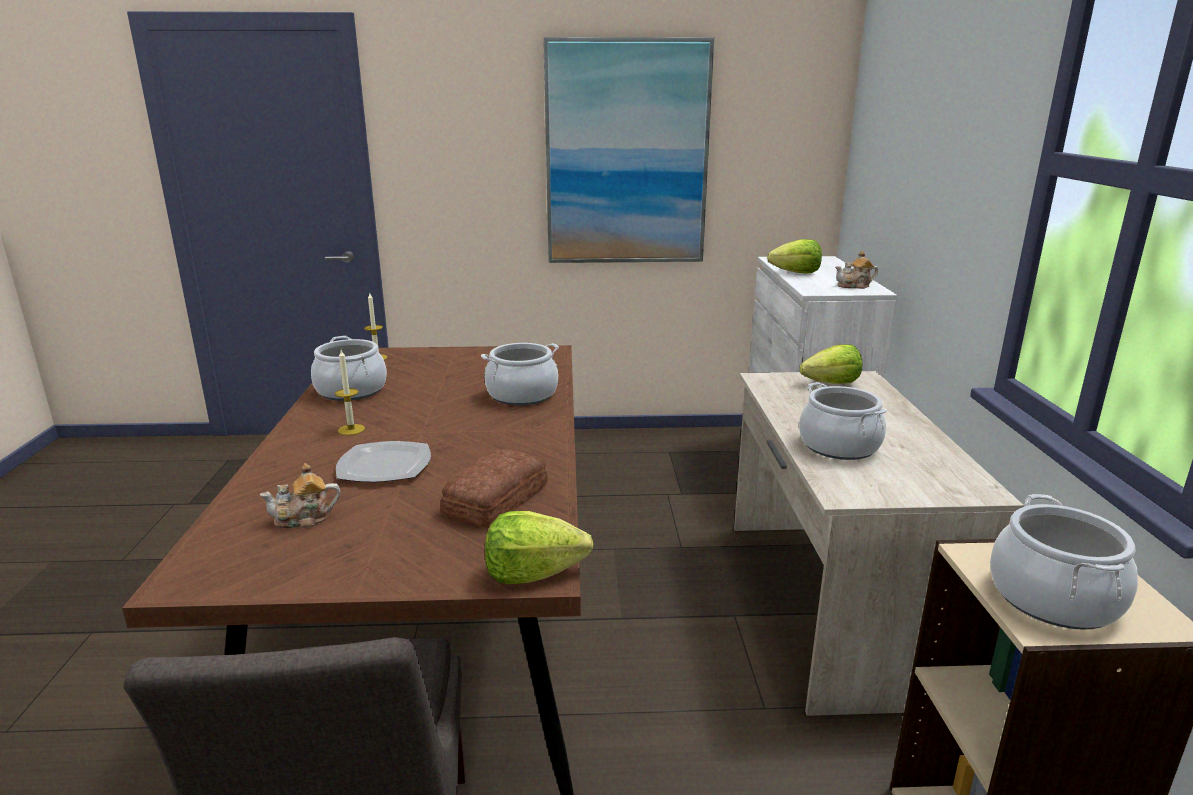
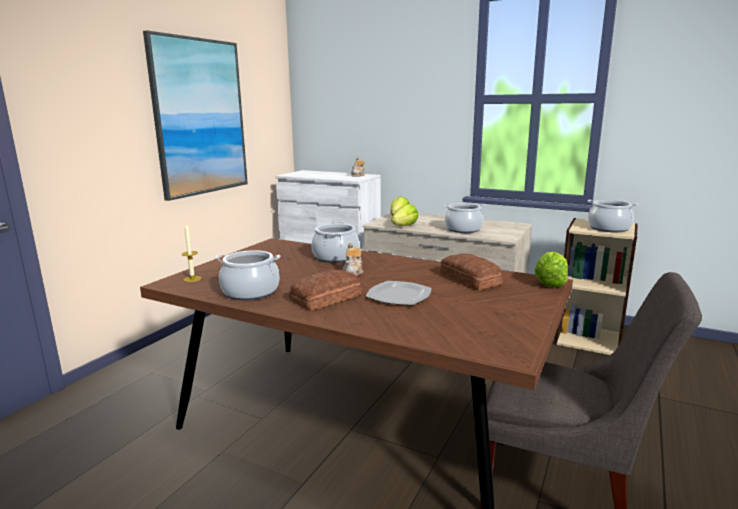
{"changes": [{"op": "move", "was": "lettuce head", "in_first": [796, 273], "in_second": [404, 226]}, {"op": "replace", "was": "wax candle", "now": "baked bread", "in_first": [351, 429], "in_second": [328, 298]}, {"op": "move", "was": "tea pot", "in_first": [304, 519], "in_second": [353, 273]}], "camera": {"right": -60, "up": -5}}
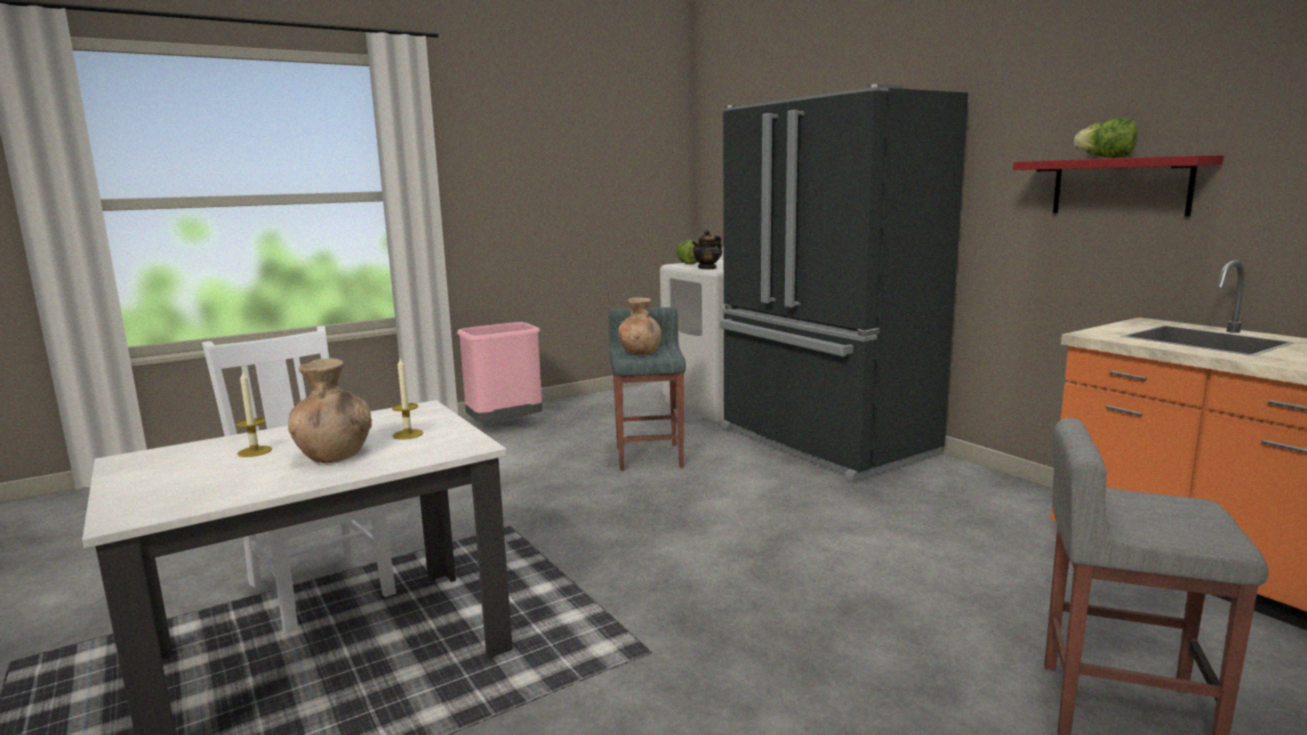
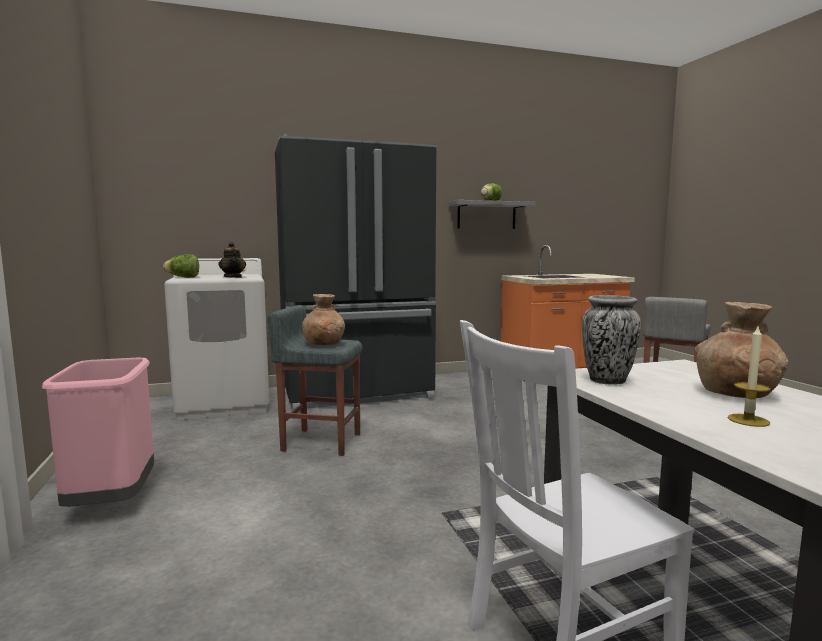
{"changes": [{"op": "recolor", "was": "red-coloured shelf", "now": "gray shelf", "in_first": [1120, 186], "in_second": [486, 215]}, {"op": "delete", "was": "wax candle", "in_first": [408, 434]}, {"op": "insert", "now": "decorative vase", "in_second": [607, 380]}], "camera": {"right": -75, "up": -5}}
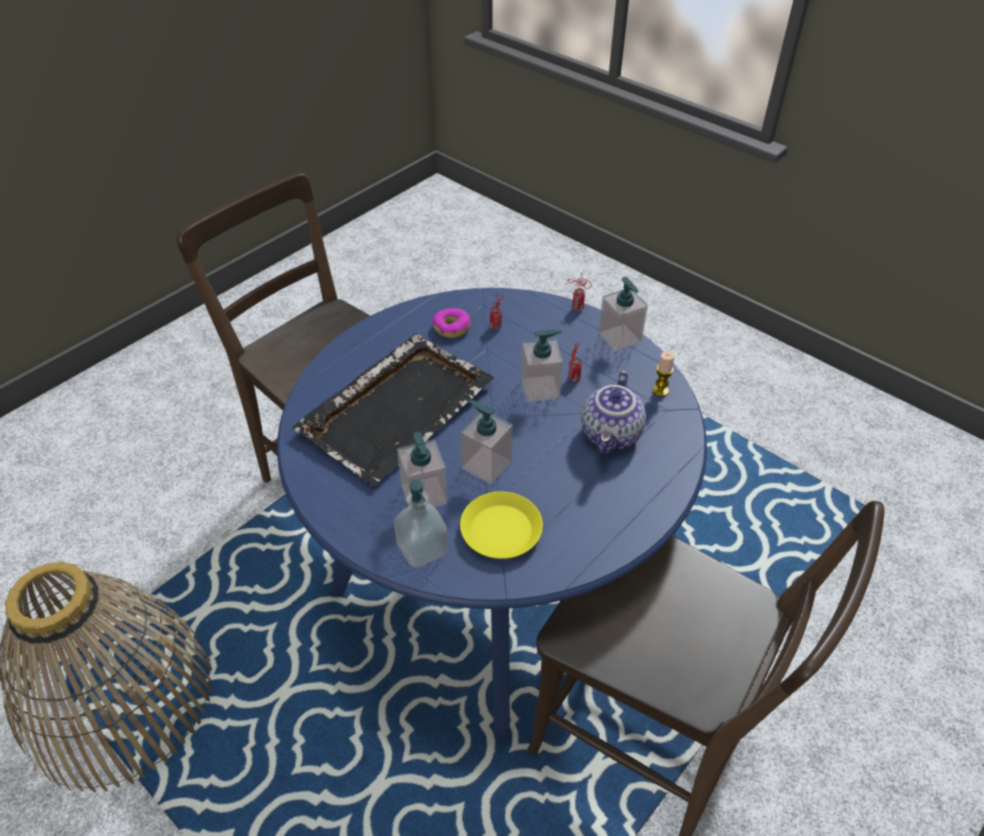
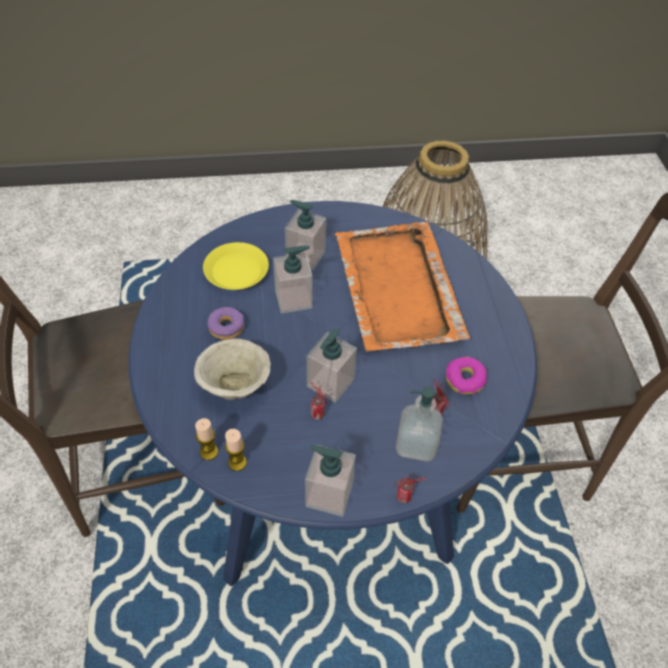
{"changes": [{"op": "recolor", "was": "blackish serving tray", "now": "orange serving tray", "in_first": [398, 409], "in_second": [397, 289]}, {"op": "replace", "was": "tea pot", "now": "beige-coloured bowl", "in_first": [612, 435], "in_second": [235, 387]}, {"op": "move", "was": "soap dispenser", "in_first": [422, 549], "in_second": [416, 444]}, {"op": "insert", "now": "ring doughnut", "in_second": [227, 327]}, {"op": "insert", "now": "wax candle", "in_second": [209, 452]}], "camera": {"right": 130, "up": 5}}
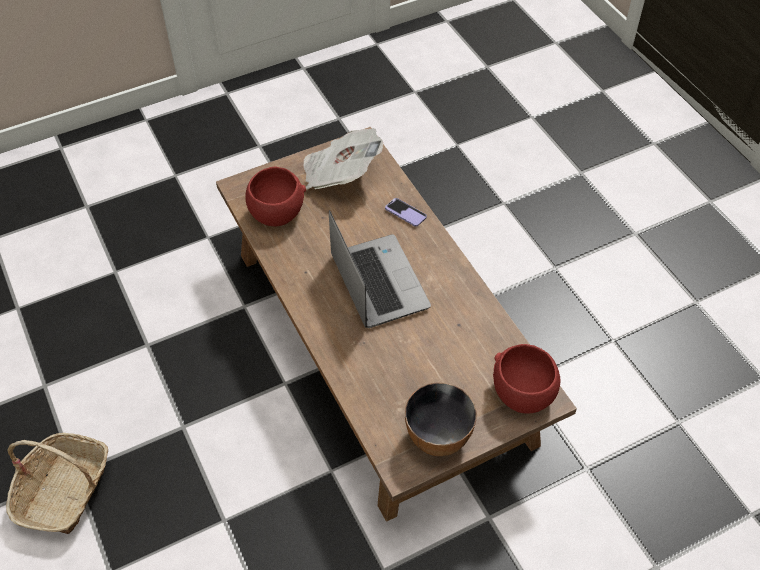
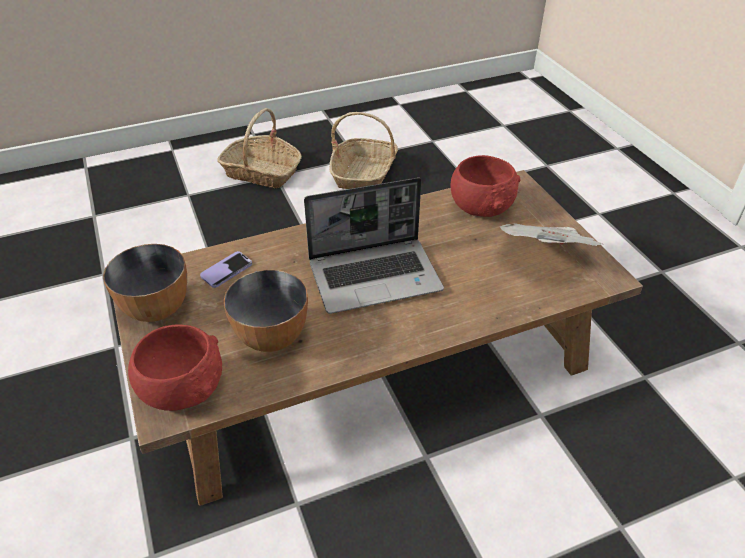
{"changes": [{"op": "move", "was": "handset", "in_first": [405, 213], "in_second": [226, 270]}, {"op": "insert", "now": "basket", "in_second": [364, 174]}, {"op": "insert", "now": "bowl", "in_second": [272, 336]}], "camera": {"right": 95, "up": -10}}
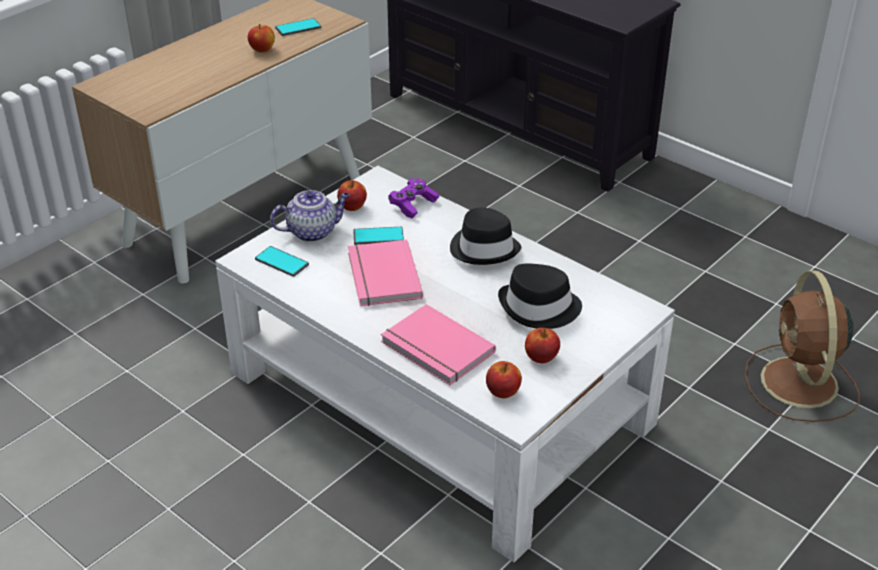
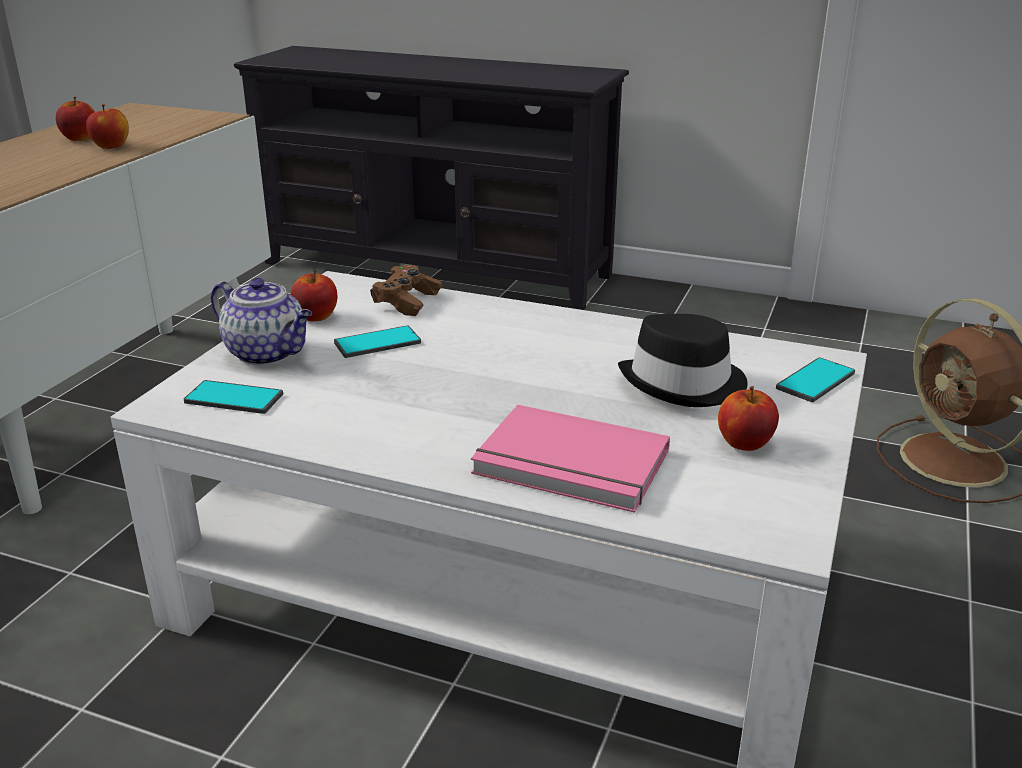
{"changes": [{"op": "move", "was": "handset", "in_first": [298, 28], "in_second": [815, 381]}, {"op": "recolor", "was": "purple joypad", "now": "brown joypad", "in_first": [413, 205], "in_second": [407, 302]}, {"op": "rotate", "was": "tea pot", "in_first": [313, 231], "in_second": [268, 353], "clockwise": 75}, {"op": "delete", "was": "blackish hat", "in_first": [484, 248]}, {"op": "delete", "was": "pink bound book", "in_first": [381, 276]}, {"op": "move", "was": "apple fruit", "in_first": [503, 392], "in_second": [80, 139]}], "camera": {"right": -20, "up": -10}}
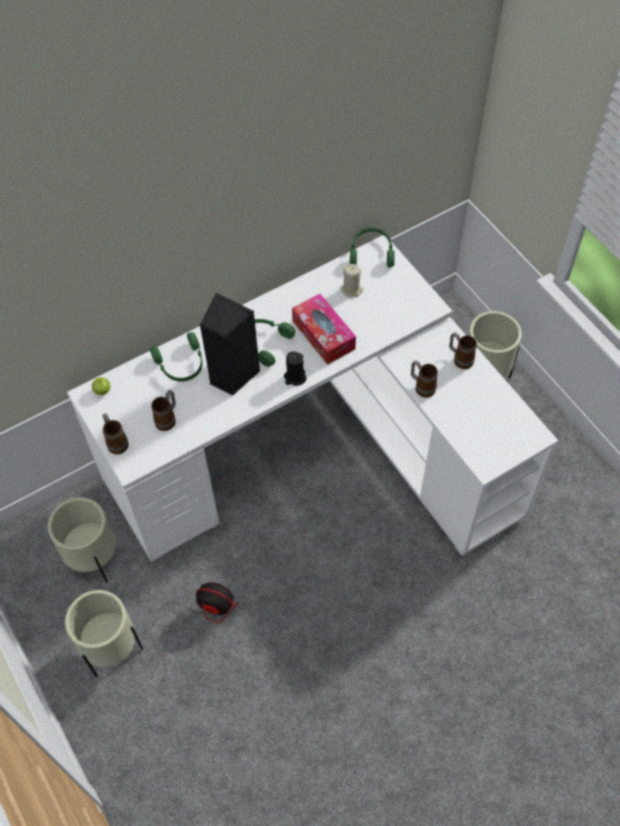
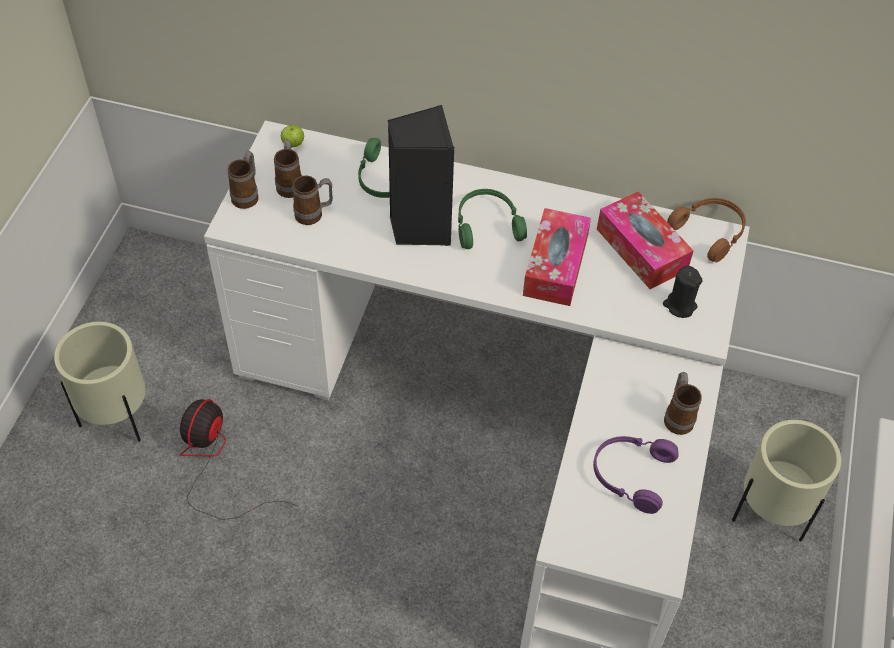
{"changes": [{"op": "recolor", "was": "green-coloured headset", "now": "brown headset", "in_first": [371, 252], "in_second": [710, 232]}, {"op": "replace", "was": "beige-coloured wax candle", "now": "box of tissues", "in_first": [352, 290], "in_second": [641, 249]}, {"op": "move", "was": "blackish wax candle", "in_first": [295, 377], "in_second": [679, 305]}, {"op": "move", "was": "coffee mug", "in_first": [422, 387], "in_second": [290, 184]}, {"op": "delete", "was": "beige-coloured plant pot", "in_first": [95, 560]}, {"op": "rotate", "was": "fan", "in_first": [198, 617], "in_second": [215, 463], "clockwise": -135}, {"op": "insert", "now": "purple headset", "in_second": [630, 474]}], "camera": {"right": 45, "up": -5}}
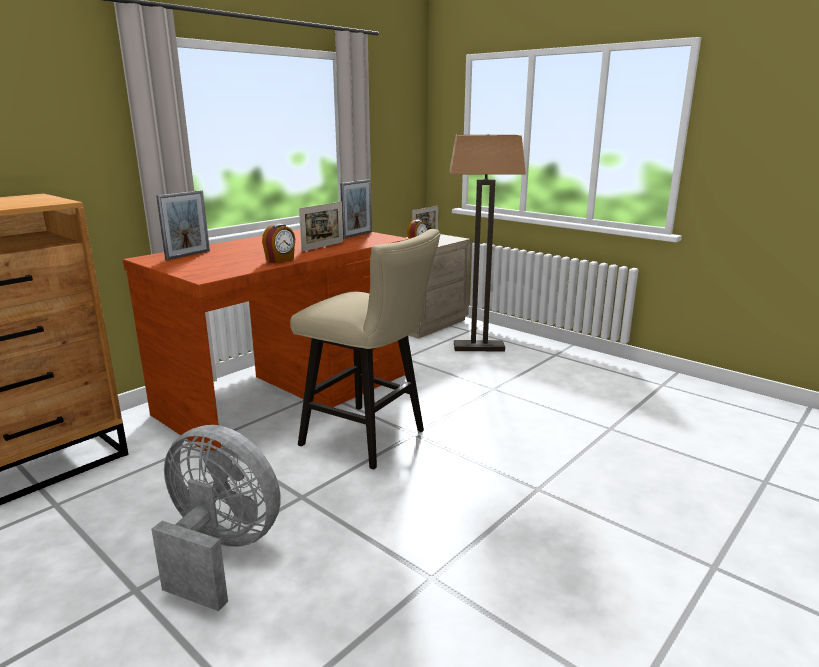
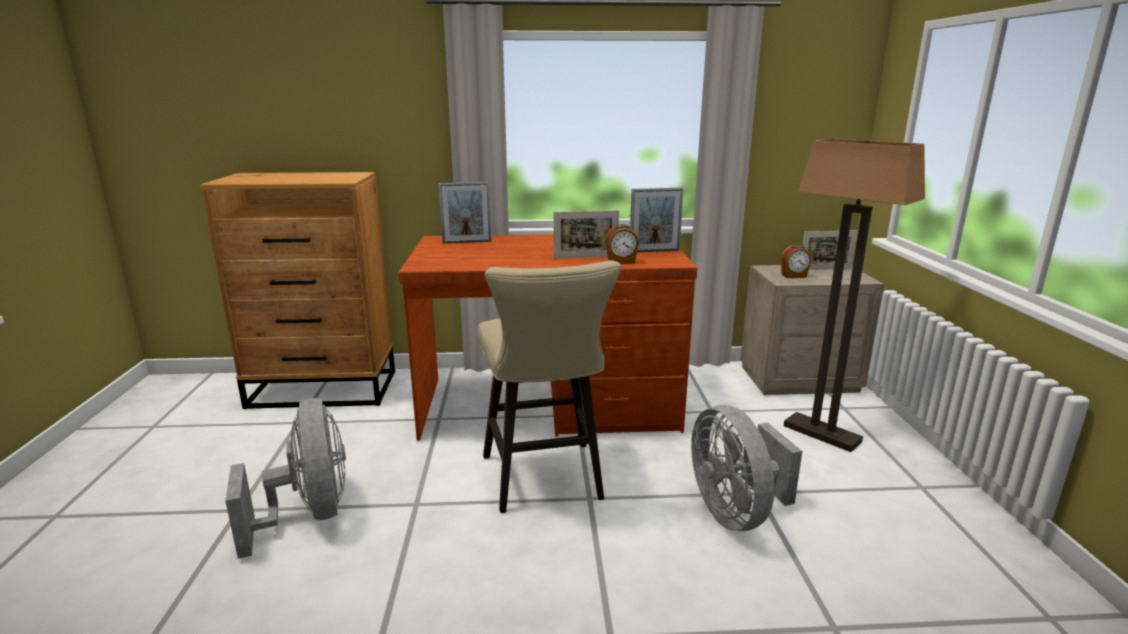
{"changes": [{"op": "move", "was": "bedside clock", "in_first": [280, 260], "in_second": [621, 262]}, {"op": "insert", "now": "gray fan", "in_second": [735, 512]}], "camera": {"right": 45, "up": 0}}
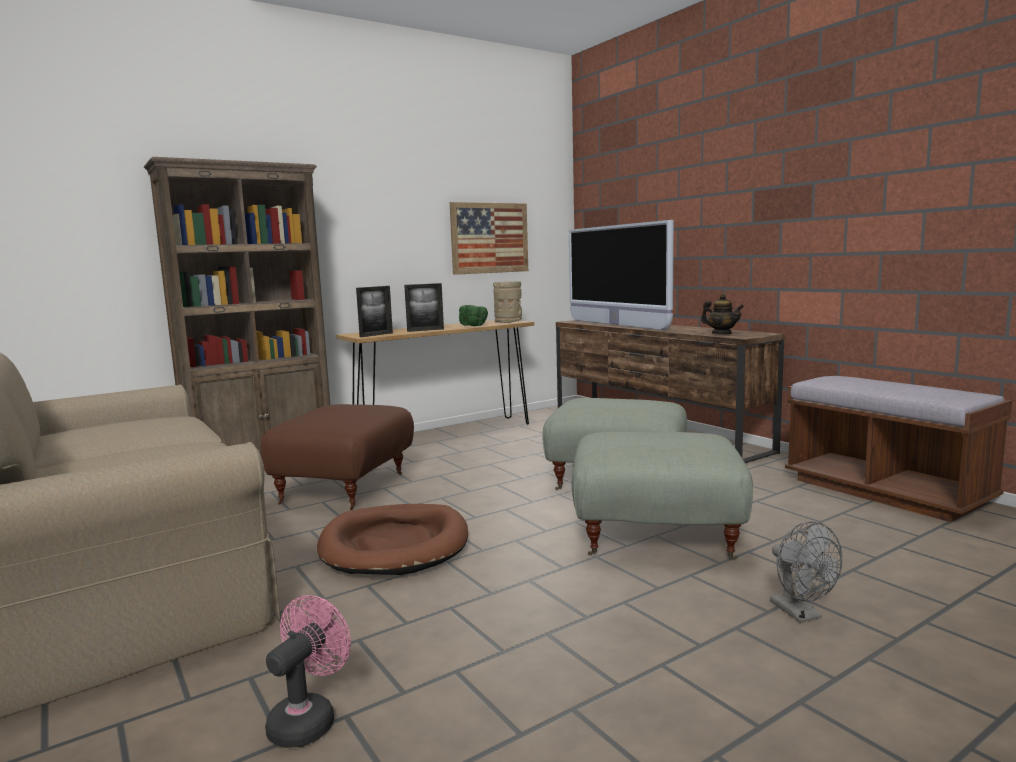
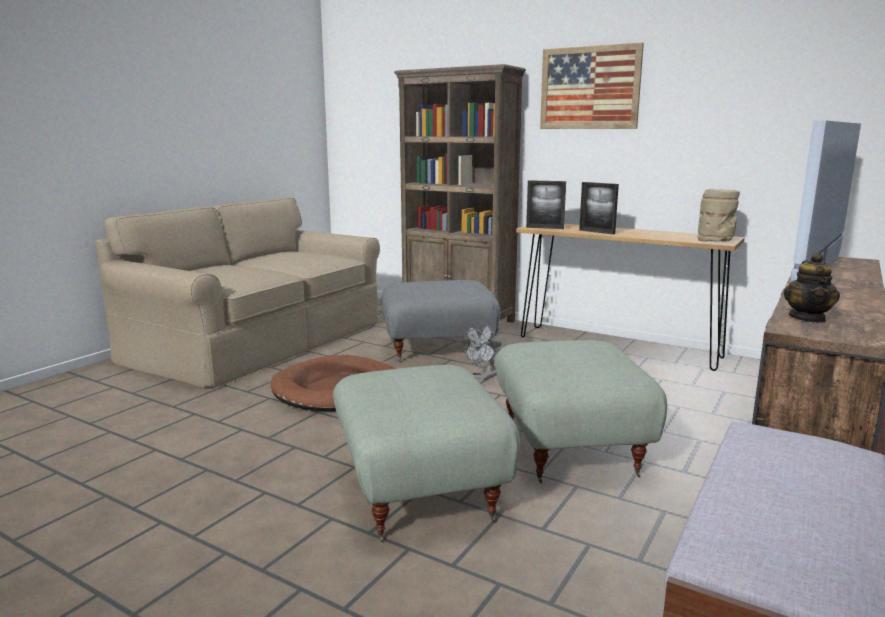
{"changes": [{"op": "move", "was": "picture", "in_first": [489, 238], "in_second": [589, 88]}, {"op": "delete", "was": "green-coloured bowl", "in_first": [474, 325]}, {"op": "recolor", "was": "brown pouffe", "now": "gray pouffe", "in_first": [346, 488], "in_second": [438, 349]}, {"op": "move", "was": "gray fan", "in_first": [801, 614], "in_second": [483, 377]}, {"op": "delete", "was": "pink fan", "in_first": [308, 719]}], "camera": {"right": 65, "up": 5}}
